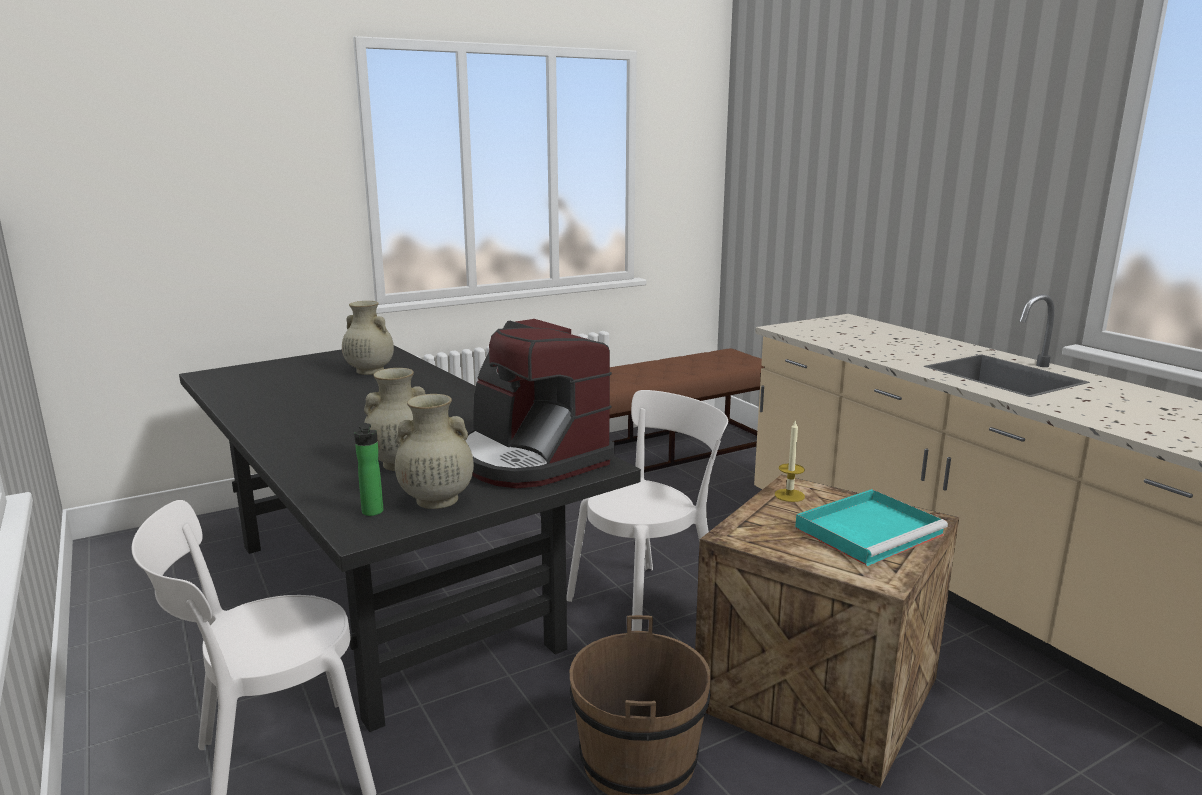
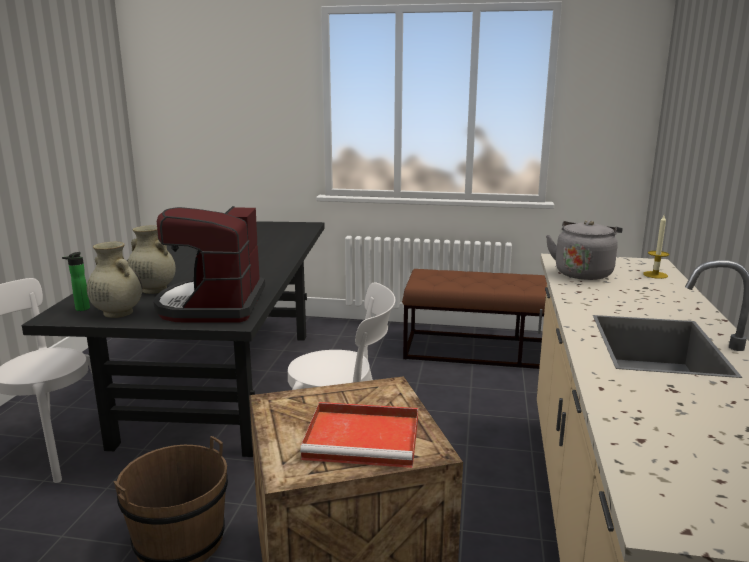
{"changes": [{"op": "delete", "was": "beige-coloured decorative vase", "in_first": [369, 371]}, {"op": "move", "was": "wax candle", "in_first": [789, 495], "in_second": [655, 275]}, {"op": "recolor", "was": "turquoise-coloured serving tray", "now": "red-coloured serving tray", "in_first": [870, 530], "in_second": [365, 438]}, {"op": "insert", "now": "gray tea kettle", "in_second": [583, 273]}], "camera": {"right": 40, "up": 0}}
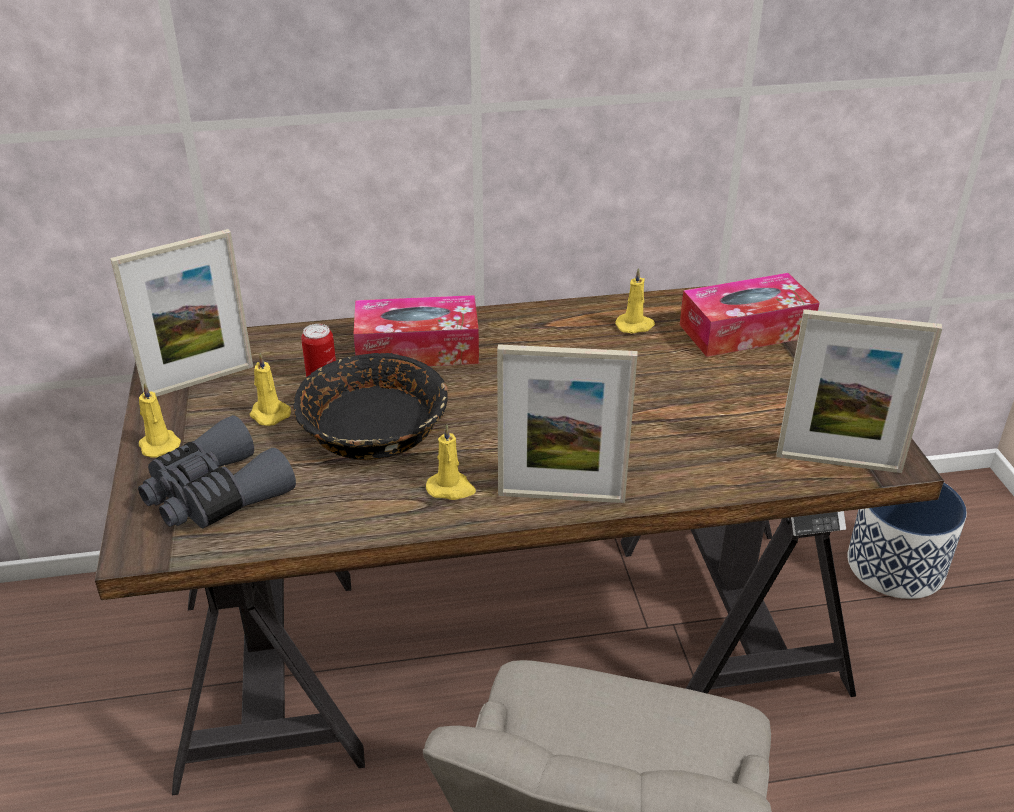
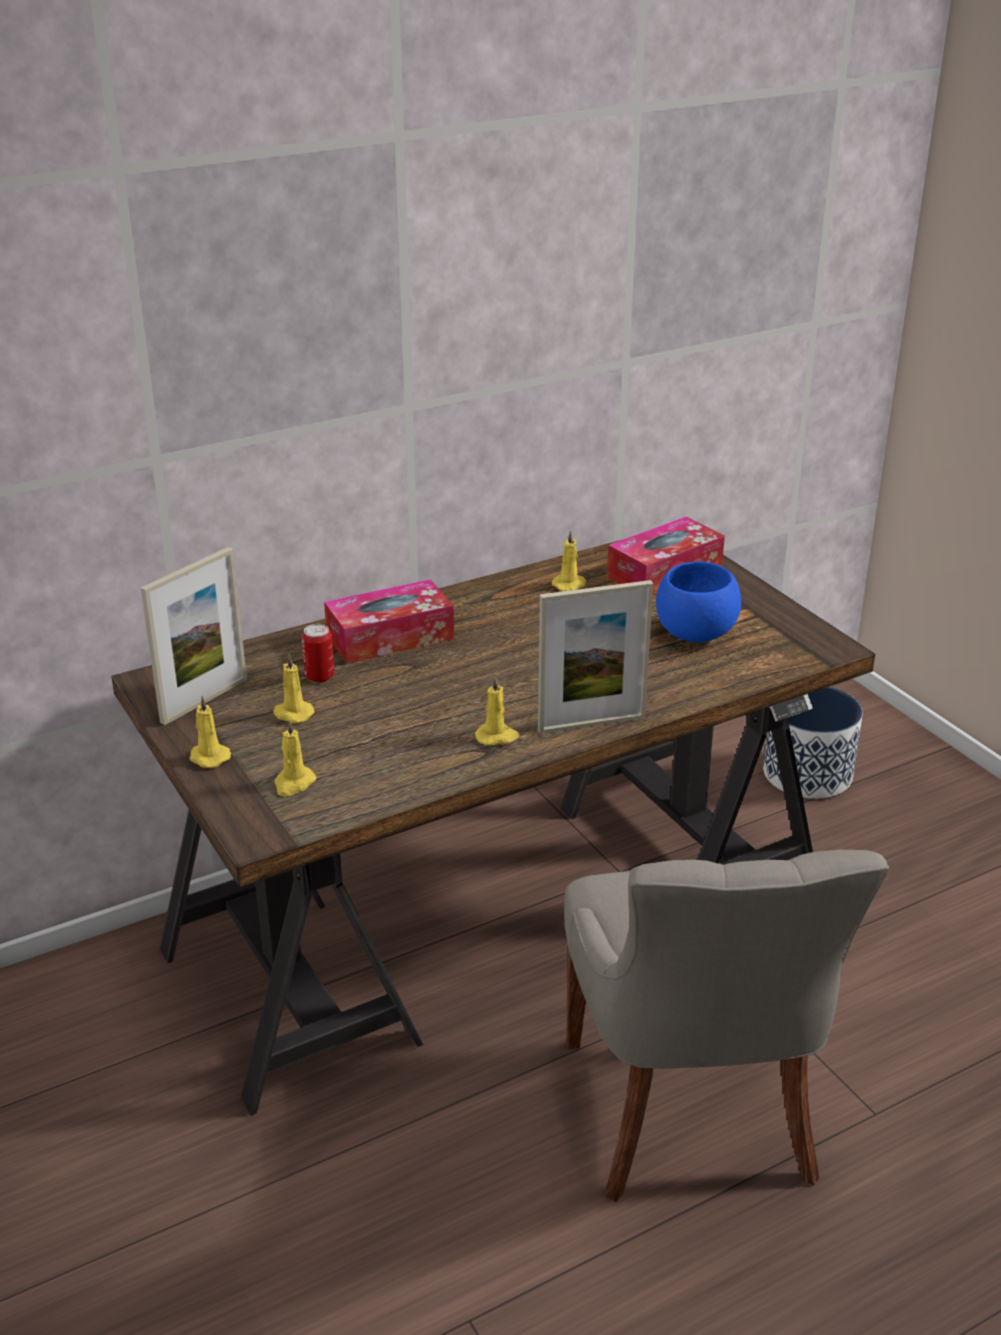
{"changes": [{"op": "delete", "was": "standing frame", "in_first": [838, 462]}, {"op": "delete", "was": "blackish bowl", "in_first": [374, 429]}, {"op": "replace", "was": "gray binoculars", "now": "yellowish wax candle", "in_first": [215, 494], "in_second": [293, 783]}, {"op": "insert", "now": "bluish bowl", "in_second": [694, 634]}], "camera": {"right": -20, "up": -5}}
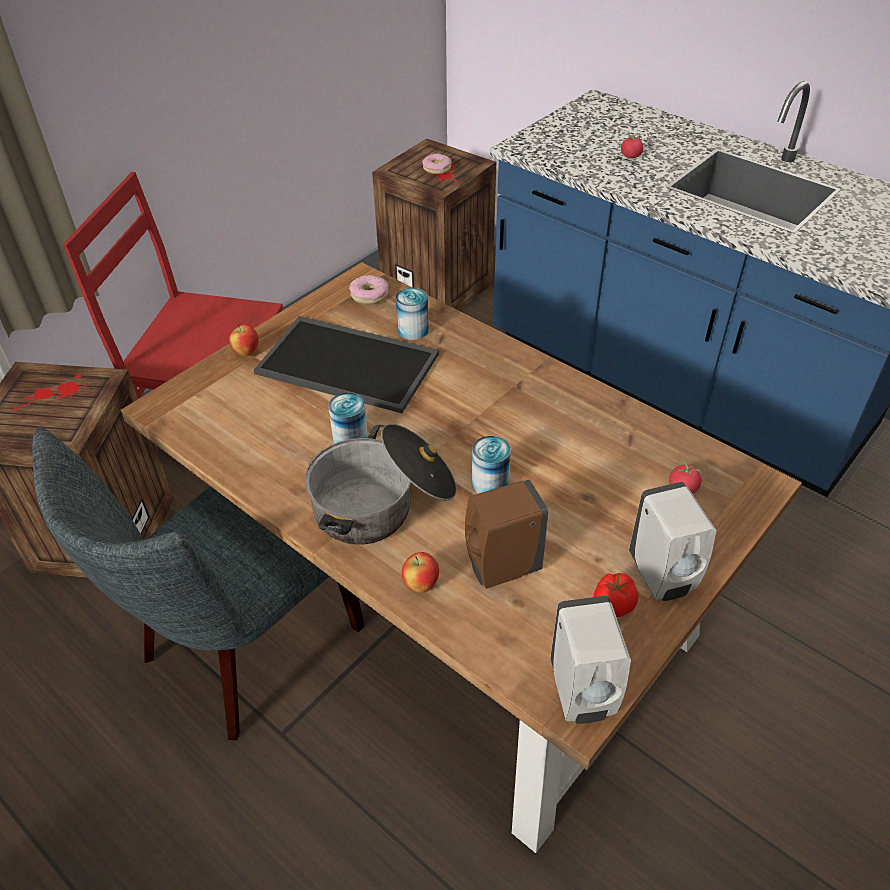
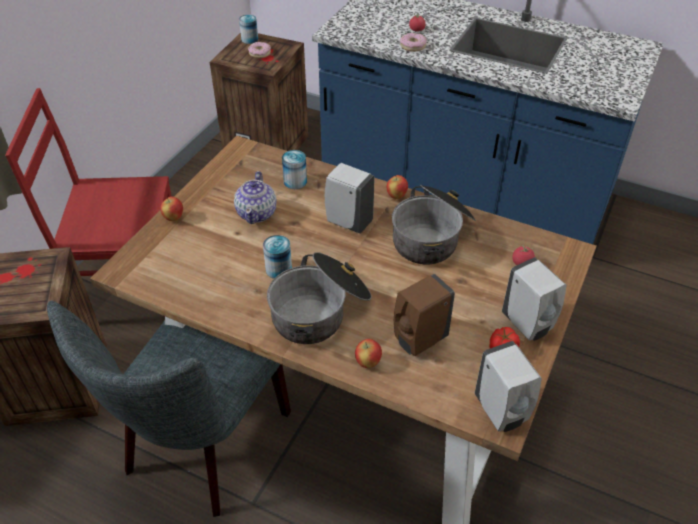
{"changes": [{"op": "move", "was": "ring doughnut", "in_first": [369, 295], "in_second": [413, 46]}, {"op": "replace", "was": "serving tray", "now": "tea pot", "in_first": [350, 362], "in_second": [257, 213]}, {"op": "move", "was": "sealed can", "in_first": [490, 483], "in_second": [249, 39]}, {"op": "insert", "now": "white-coloured soap dispenser", "in_second": [348, 222]}, {"op": "insert", "now": "apple fruit", "in_second": [396, 196]}, {"op": "insert", "now": "cooking pot", "in_second": [432, 236]}], "camera": {"right": -15, "up": 0}}
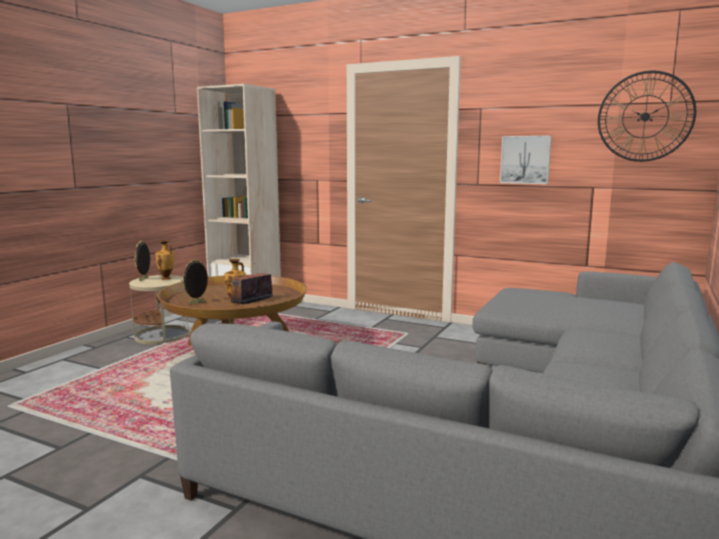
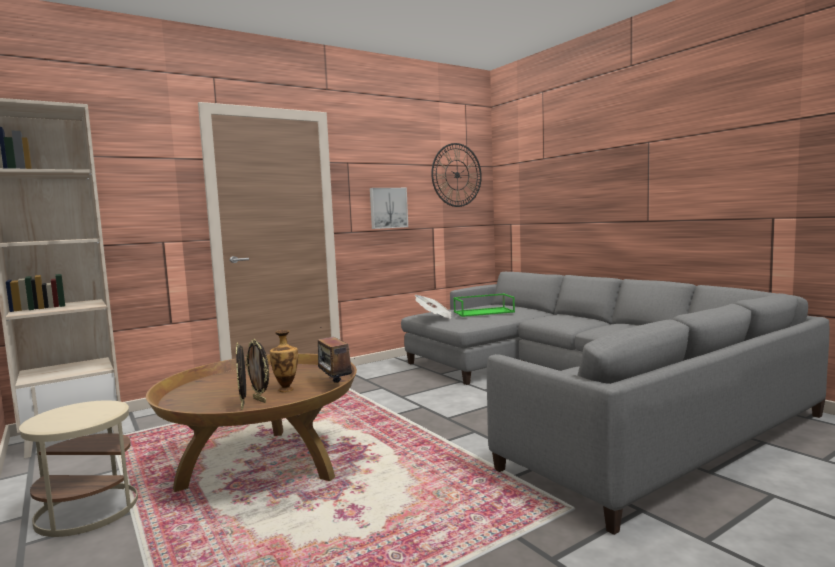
{"changes": [{"op": "delete", "was": "decorative vase", "in_first": [166, 279]}, {"op": "move", "was": "standing frame", "in_first": [144, 279], "in_second": [260, 400]}, {"op": "insert", "now": "green-coloured serving tray", "in_second": [484, 312]}, {"op": "insert", "now": "daily paper", "in_second": [434, 317]}], "camera": {"right": -60, "up": -5}}
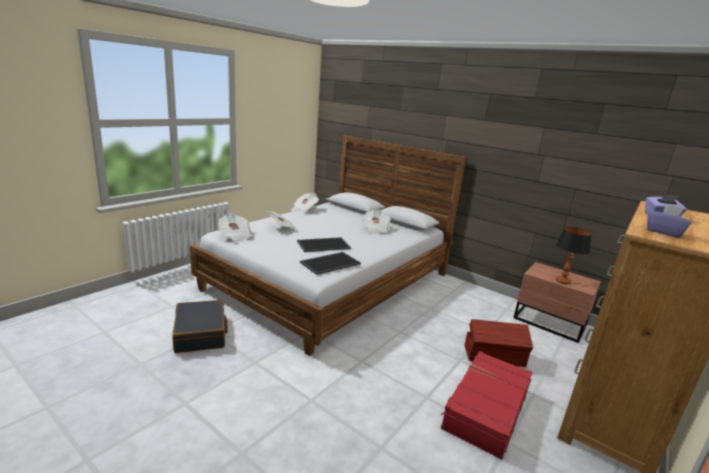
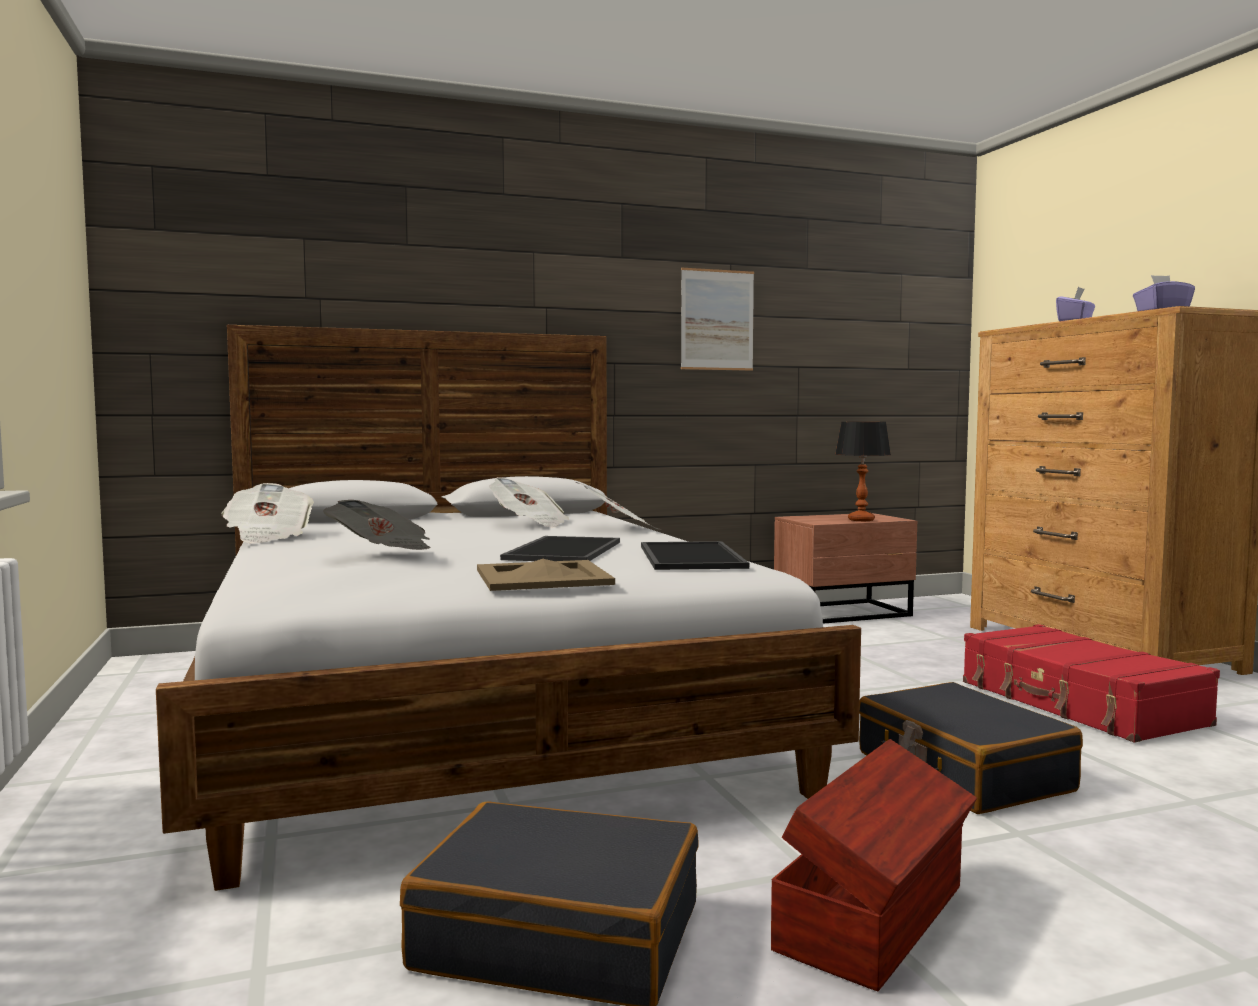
{"changes": [{"op": "move", "was": "daily paper", "in_first": [235, 236], "in_second": [619, 529]}, {"op": "move", "was": "brown storage box", "in_first": [495, 356], "in_second": [876, 917]}, {"op": "insert", "now": "picture", "in_second": [717, 320]}, {"op": "insert", "now": "beige-coloured serving tray", "in_second": [543, 577]}, {"op": "insert", "now": "blackish travel case", "in_second": [961, 772]}], "camera": {"right": -55, "up": -15}}
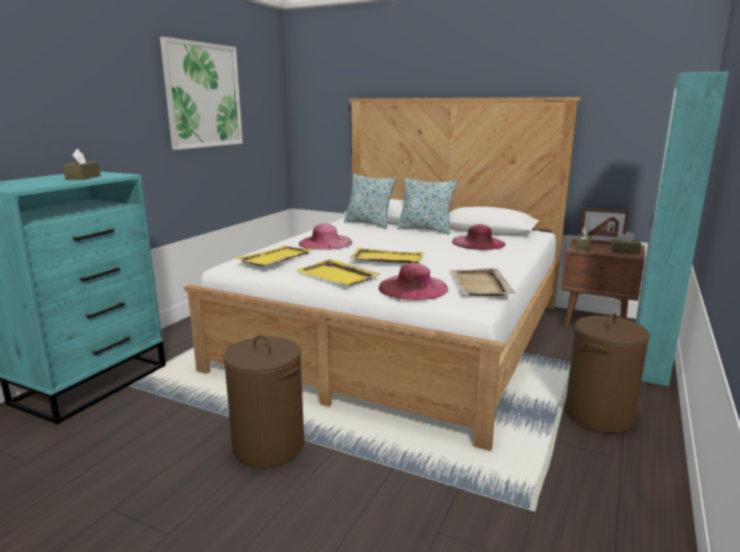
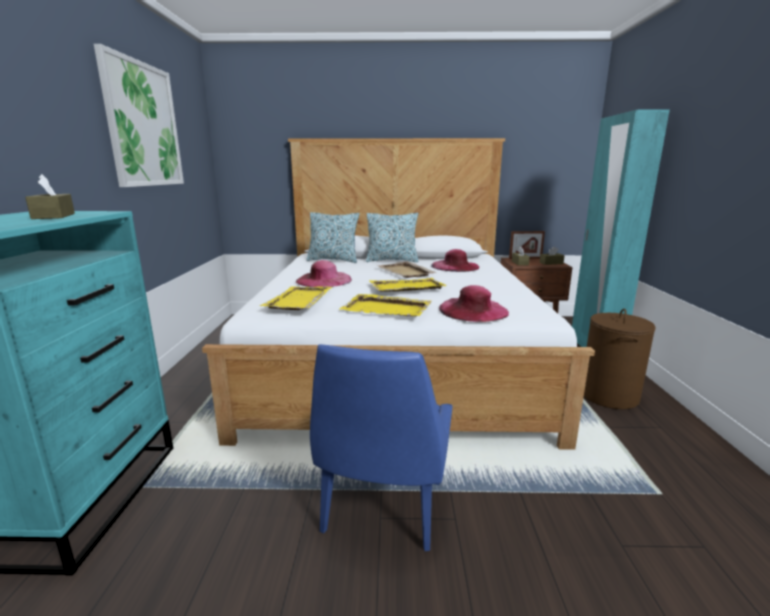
{"changes": [{"op": "move", "was": "beige-coloured serving tray", "in_first": [480, 285], "in_second": [405, 272]}, {"op": "replace", "was": "brown laundry basket", "now": "bluish chair", "in_first": [268, 445], "in_second": [382, 509]}], "camera": {"right": -25, "up": 0}}
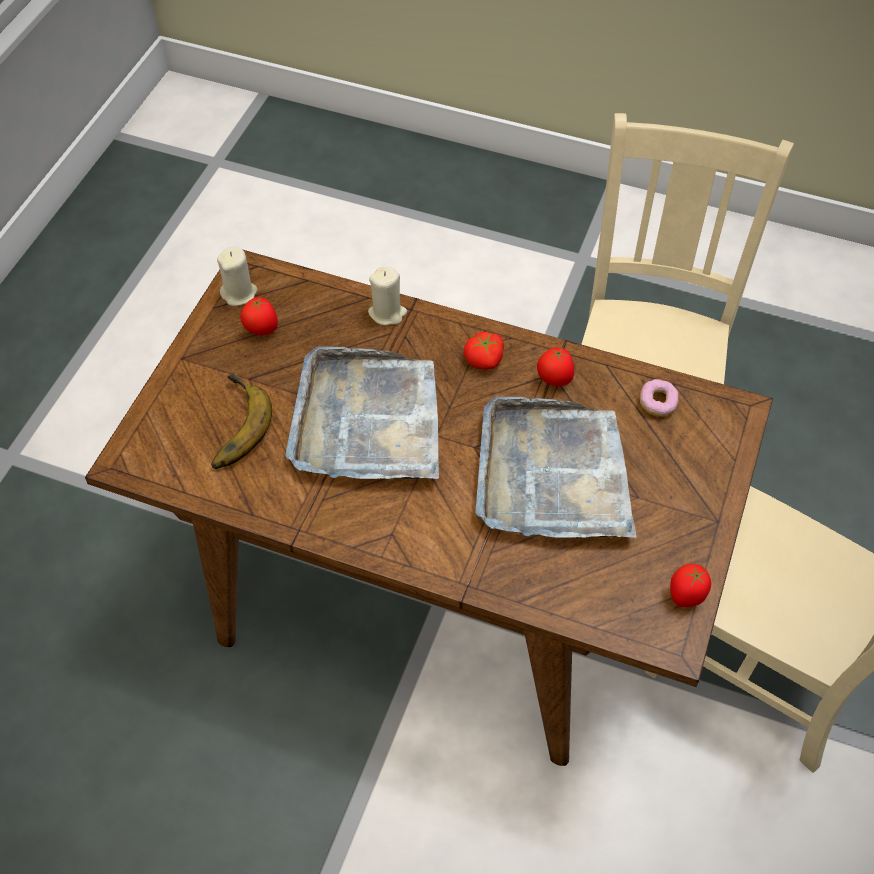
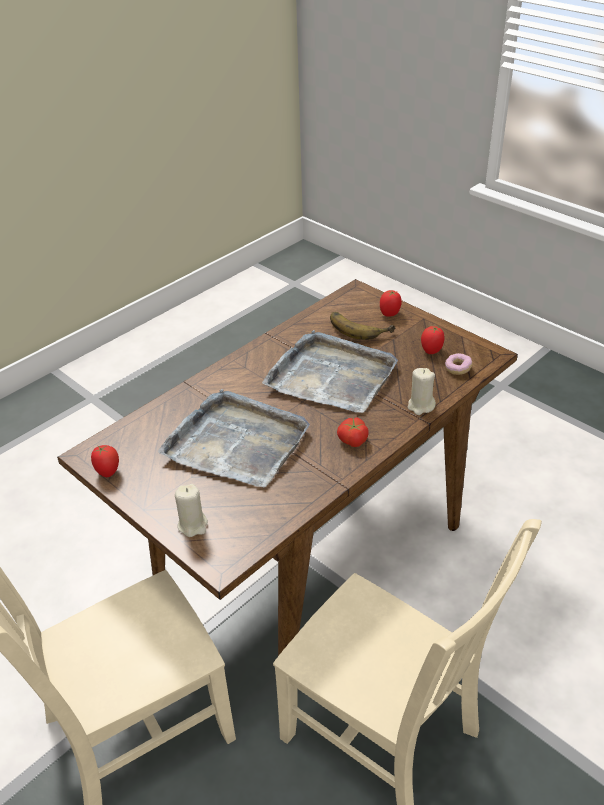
{"changes": [{"op": "move", "was": "beige-coloured wax candle", "in_first": [239, 293], "in_second": [193, 525]}, {"op": "move", "was": "fresh tomato", "in_first": [554, 380], "in_second": [390, 313]}, {"op": "move", "was": "ring doughnut", "in_first": [657, 403], "in_second": [458, 369]}], "camera": {"right": 115, "up": -15}}
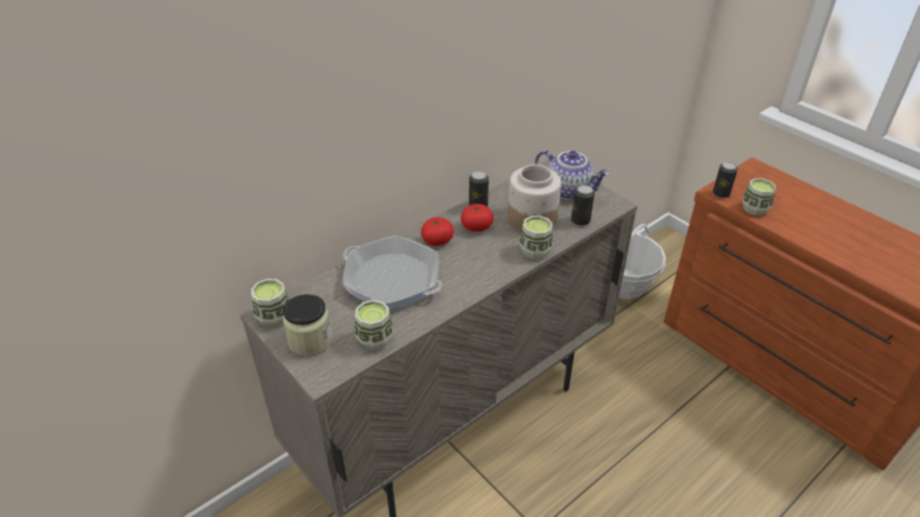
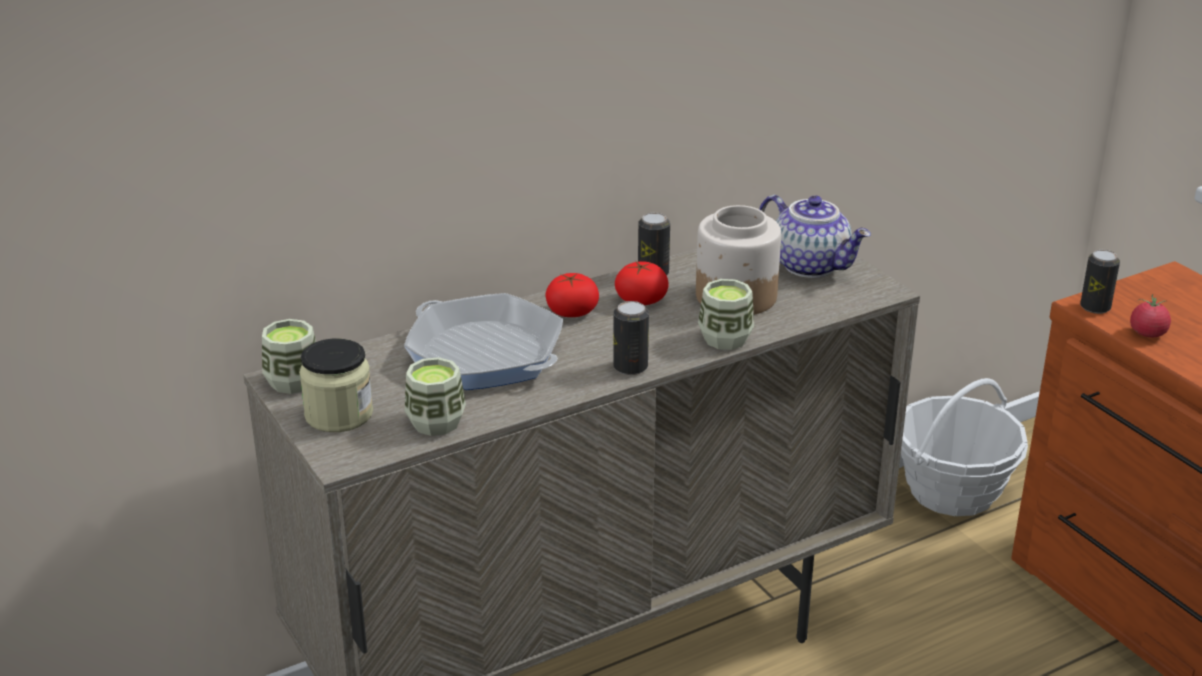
{"changes": [{"op": "replace", "was": "drinking cup", "now": "fresh tomato", "in_first": [754, 209], "in_second": [1147, 334]}, {"op": "move", "was": "sealed can", "in_first": [580, 220], "in_second": [630, 367]}], "camera": {"right": 10, "up": -10}}
